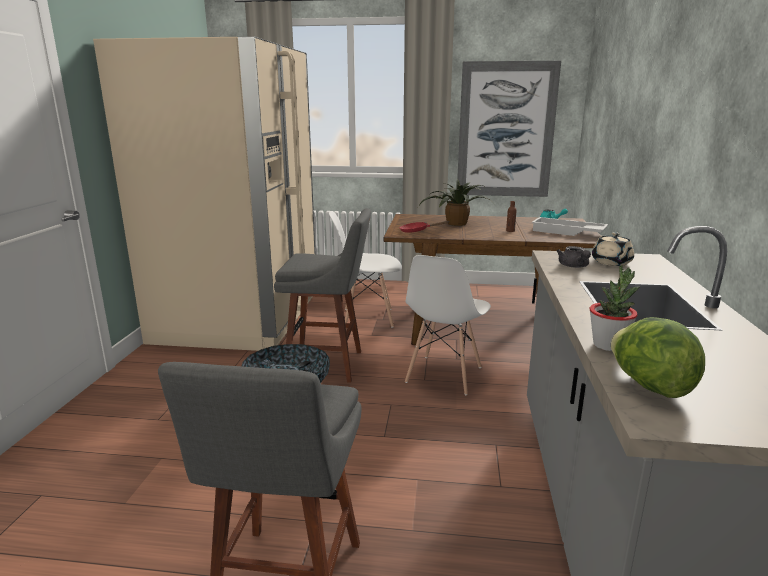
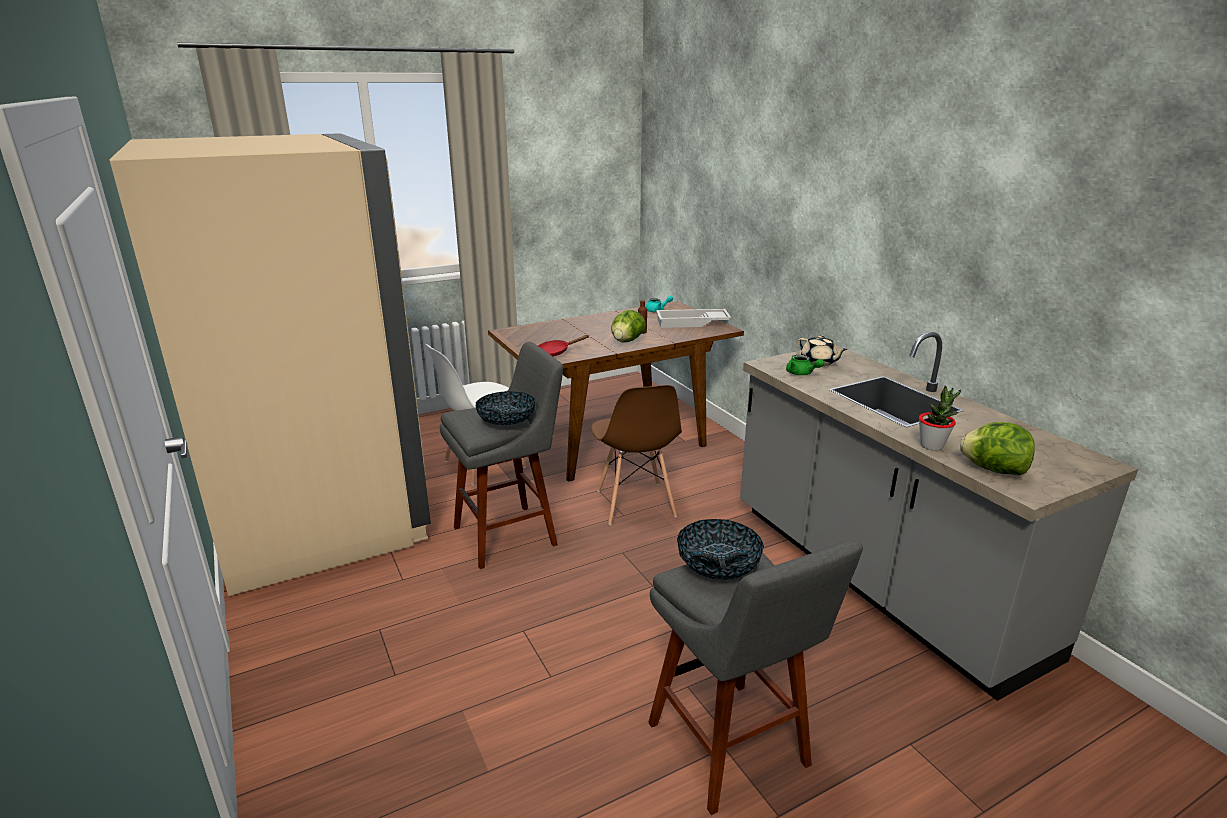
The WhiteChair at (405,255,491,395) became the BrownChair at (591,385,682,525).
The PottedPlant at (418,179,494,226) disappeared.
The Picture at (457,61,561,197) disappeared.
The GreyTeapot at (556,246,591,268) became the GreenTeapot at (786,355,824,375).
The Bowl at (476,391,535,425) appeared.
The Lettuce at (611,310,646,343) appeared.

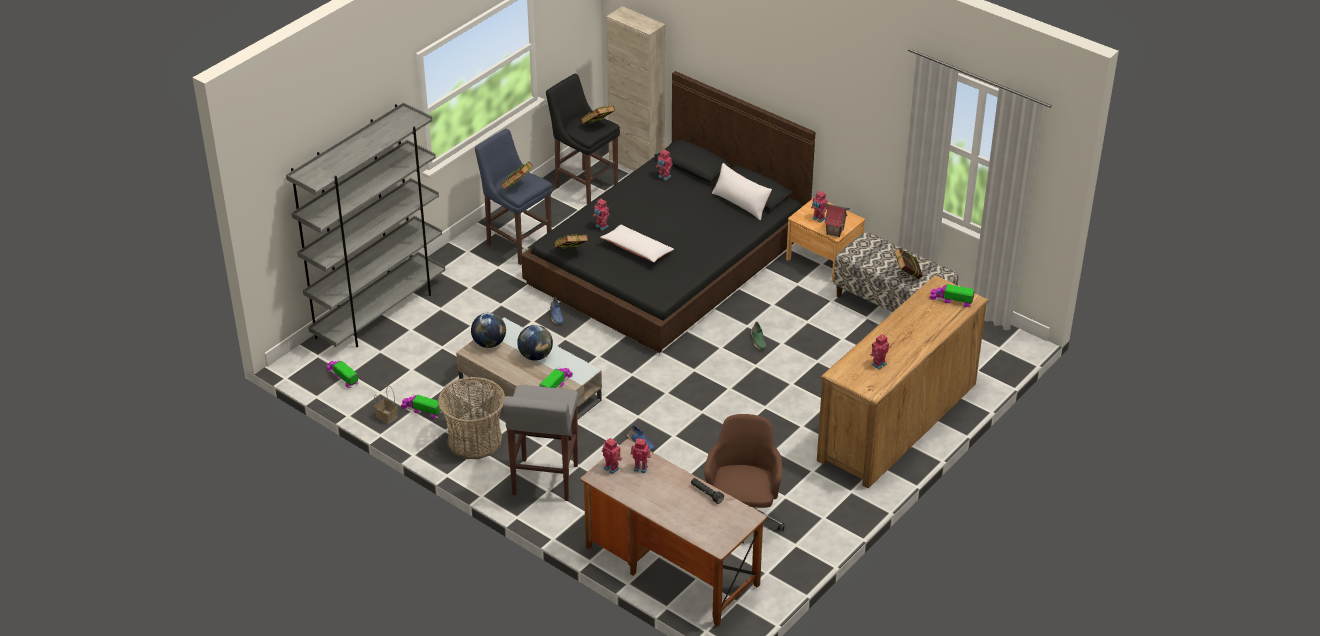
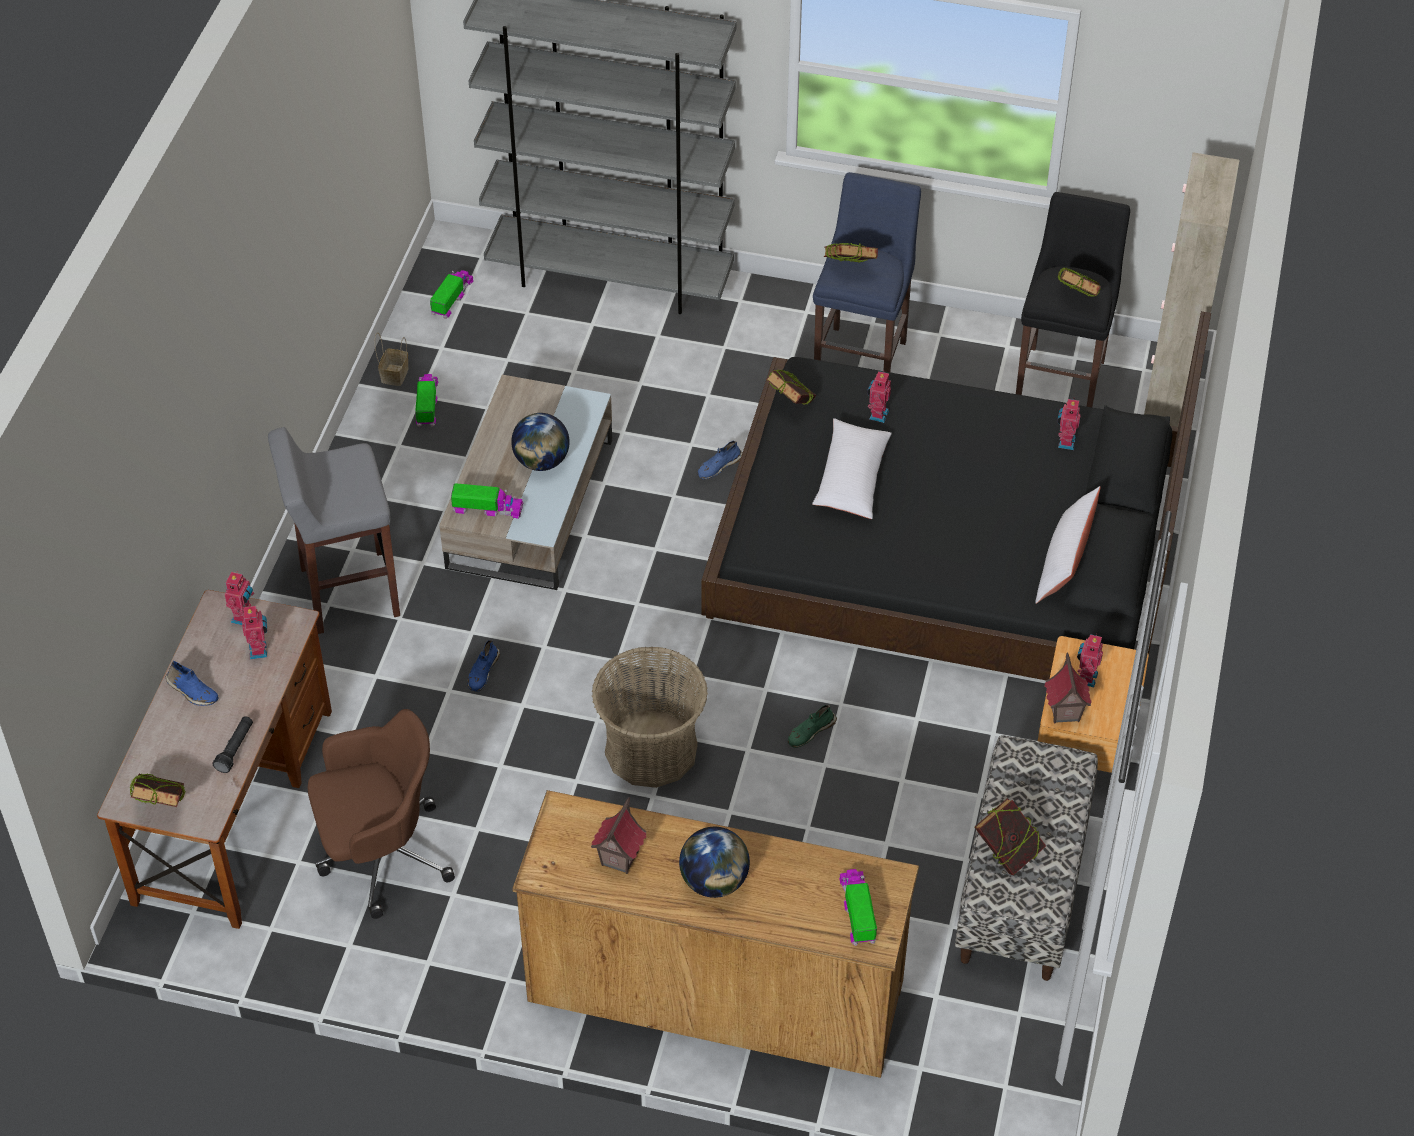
The Basket moved from (438,377,505,459) to (592,647,708,788).
The Globe moved from (471,313,506,348) to (679,827,750,898).
The ToyRobot at (870,334,889,370) was replaced by the ToyHouse at (591,797,647,874).
The Book at (130,773,185,807) appeared.
The BlueShoe at (165,660,219,706) appeared.

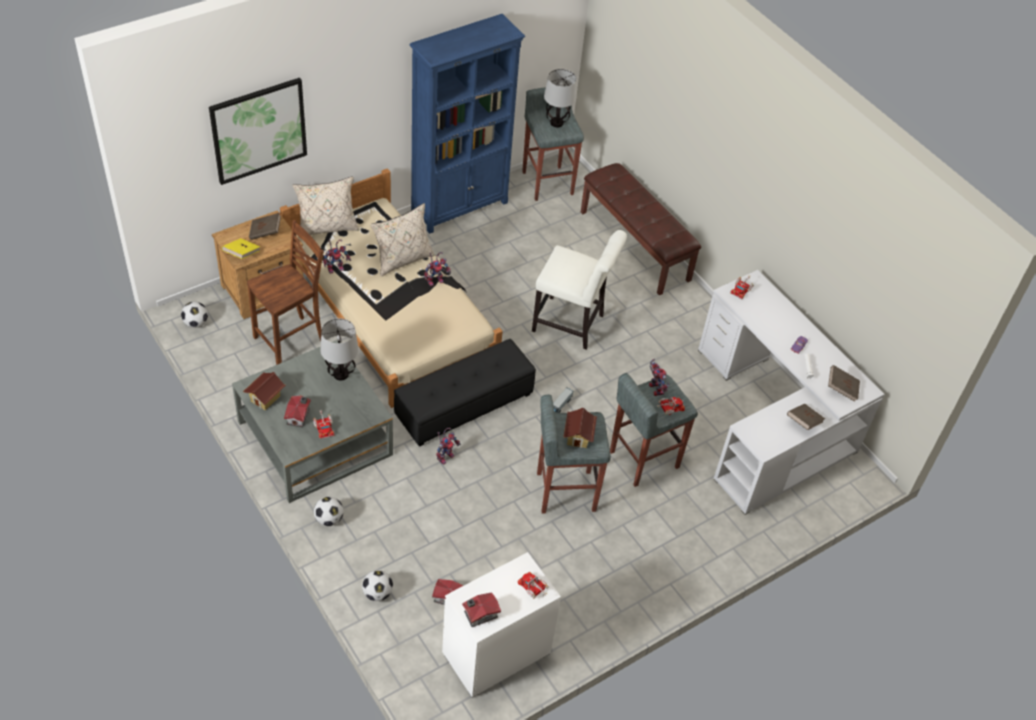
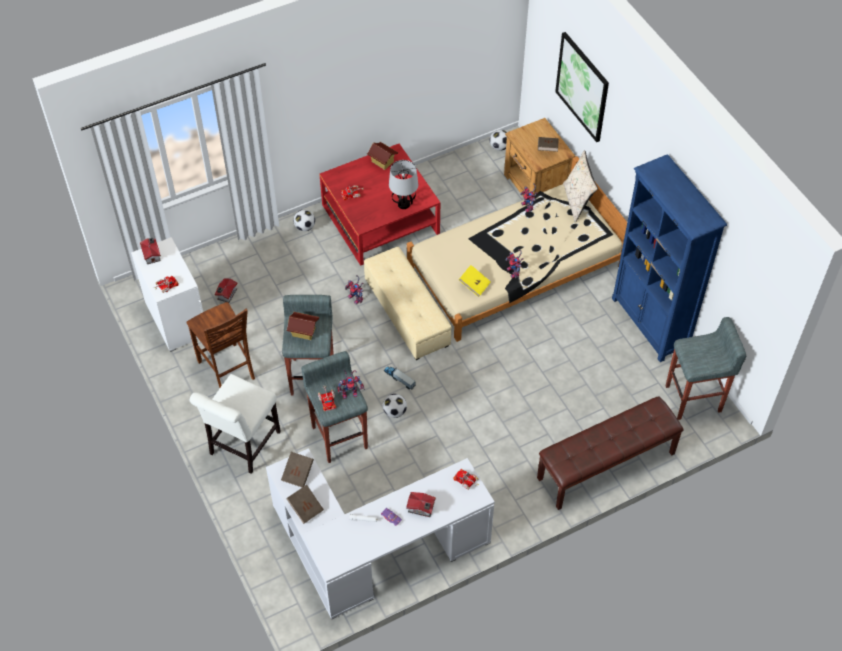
The YellowBook moved from (222,238,260,259) to (459,265,491,297).
The GreyCoffeeTable at (232,340,393,503) became the RedCoffeeTable at (319,144,441,266).
The BrownChair moved from (247,220,324,365) to (186,302,255,388).
The ToyHouse moved from (284,395,311,427) to (406,492,436,517).
The Football moved from (362,570,393,601) to (383,394,407,418).
The BeigePillow at (370,203,435,276) disappeared.
The BlackOttoman at (394,339,536,447) became the BeigeOttoman at (364,246,452,360).
The WhiteChair moved from (532,230,627,350) to (190,374,281,474).
The TableLamp at (544,69,576,127) disappeared.
The BrownBook moved from (828,365,860,402) to (281,452,314,487).

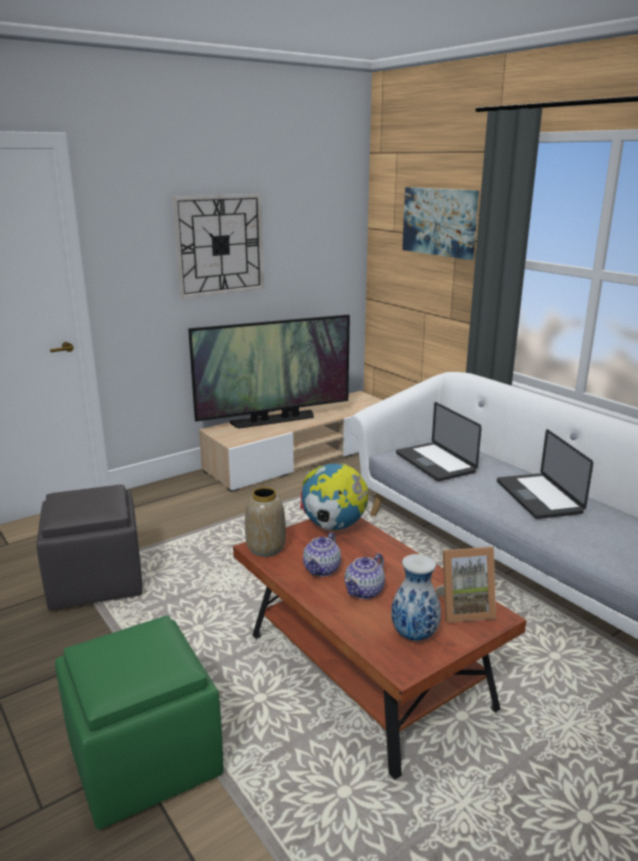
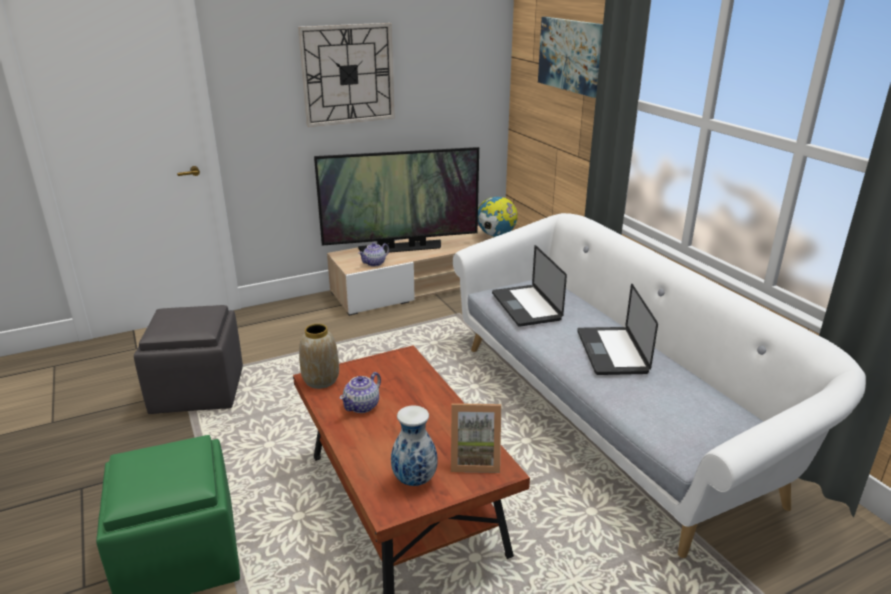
The Globe moved from (301,464,368,531) to (478,197,518,237).
The Teapot moved from (345,553,385,599) to (358,243,389,267).

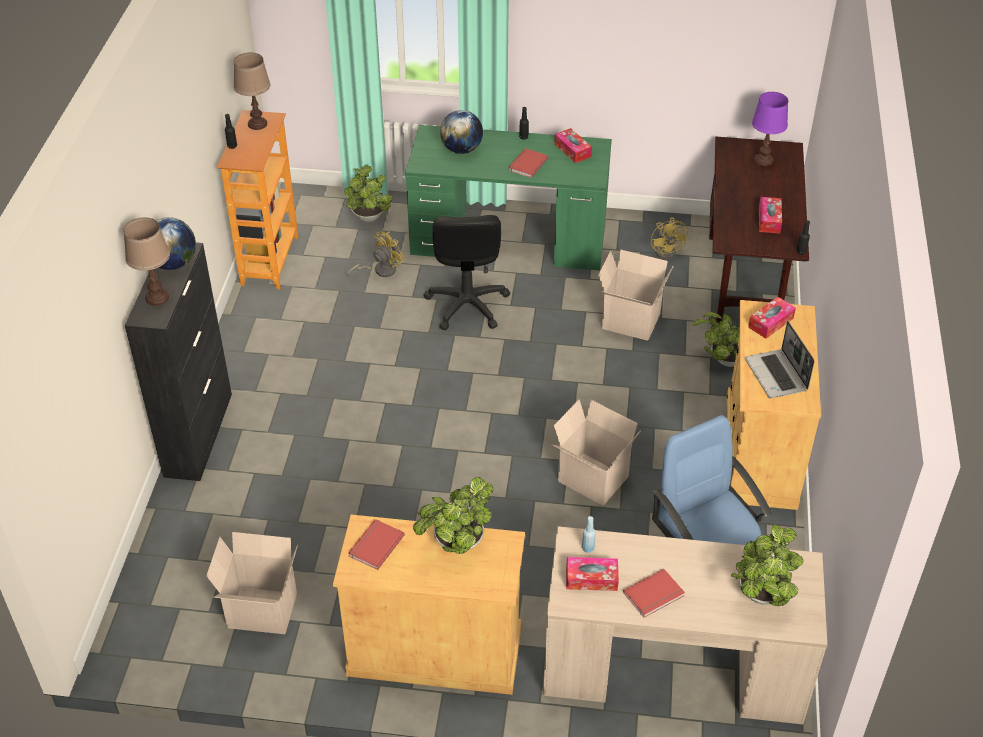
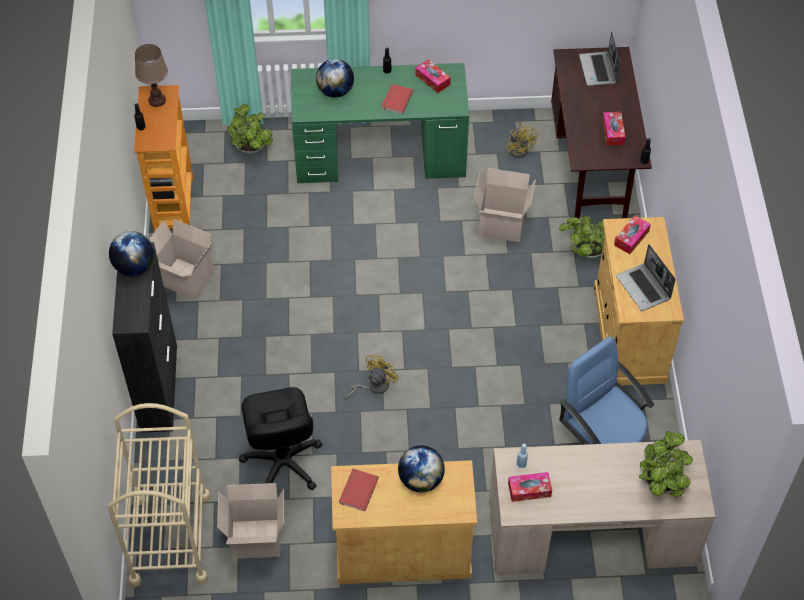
The BrownTableLamp at (123,217,170,306) disappeared.
The YellowFan moved from (347,231,405,277) to (344,355,399,399).
The PottedPlant at (413,477,494,554) was replaced by the Globe at (398,445,445,492).
The BlackOfficeChair moved from (424,215,510,331) to (239,387,322,490).
The CardboardBox moved from (553,399,641,506) to (149,219,214,300).
The RedBook at (623,569,685,618) disappeared.
The PurpleTableLamp at (752,92,788,166) was replaced by the Laptop at (579,31,620,86).
The BeigeCart at (107,403,211,587) appeared.

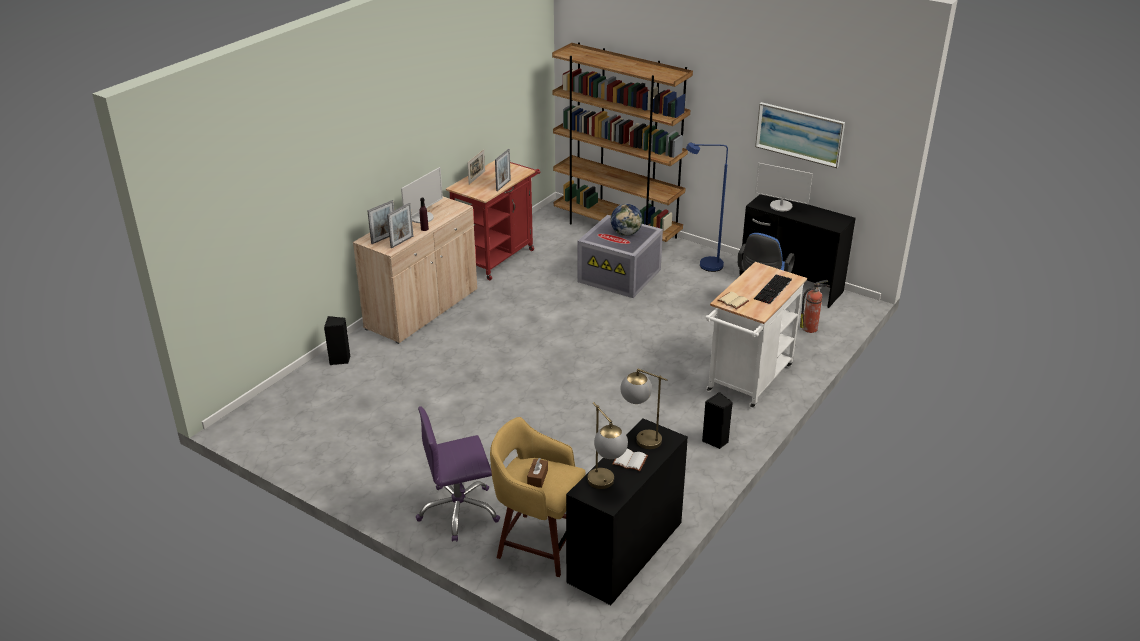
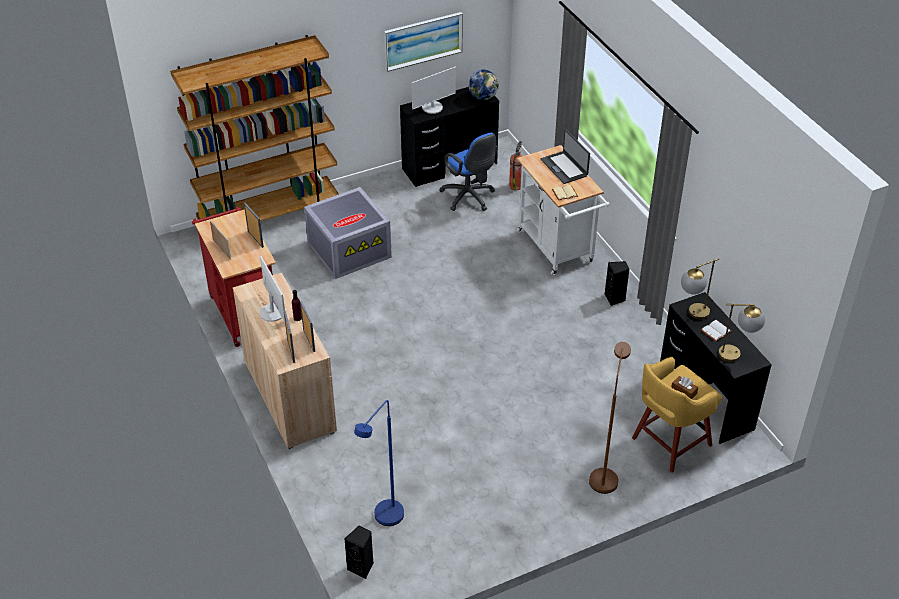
The BlackSpeaker moved from (324,316,350,365) to (344,526,373,579).
The PurpleOfficeChair at (416,406,500,541) was replaced by the BrownFloorLamp at (589,342,631,494).
The Globe moved from (611,204,642,236) to (468,70,499,100).
The BlueFloorLamp moved from (686,143,728,272) to (354,400,404,526).
The Keyboard at (754,275,792,304) was replaced by the Laptop at (541,129,590,184).

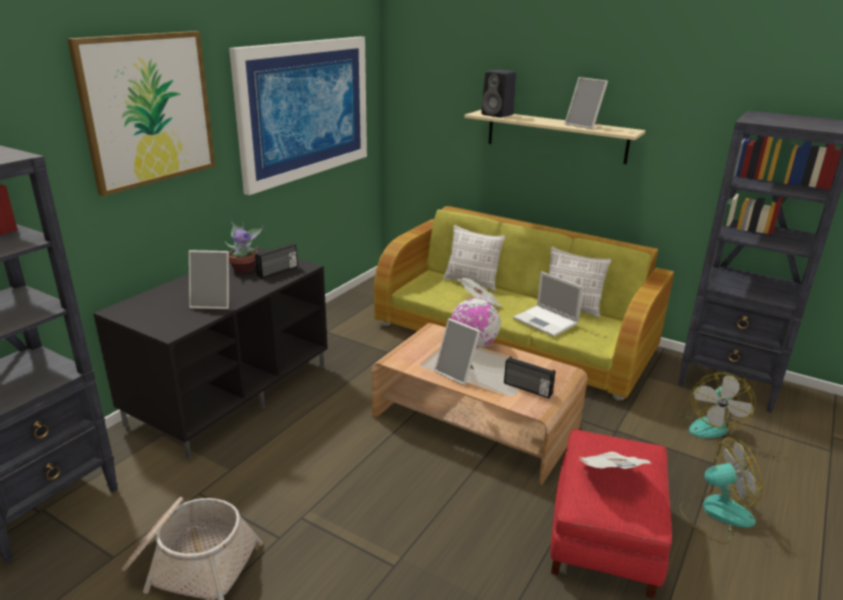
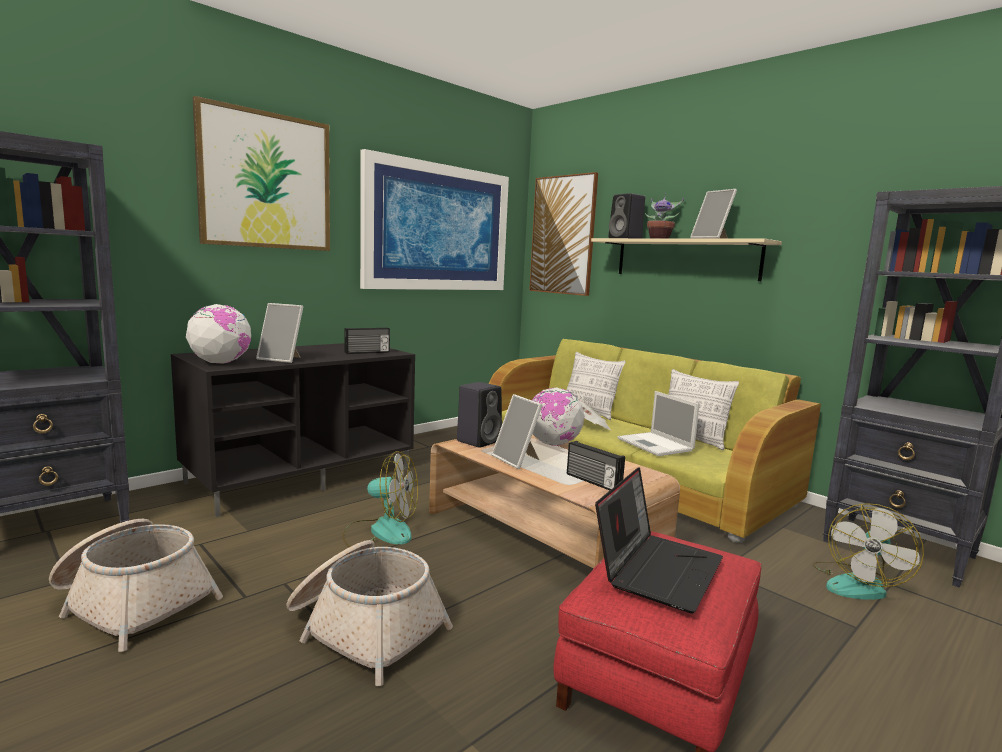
The PottedPlant moved from (225,221,264,273) to (645,193,684,238).
The Newspaper at (579,452,651,469) was replaced by the Laptop at (595,467,723,614).
The Fan moved from (679,437,763,544) to (342,451,418,547).
The Globe at (186,304,252,364) appeared.
The Basket at (286,540,453,686) appeared.
The BlackSpeaker at (457,382,502,448) appeared.
The Picture at (529,172,598,296) appeared.

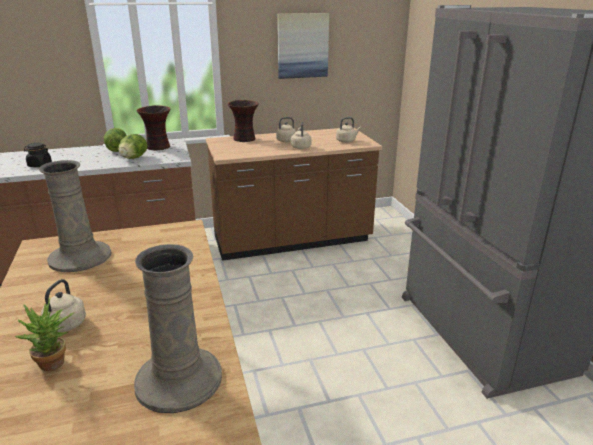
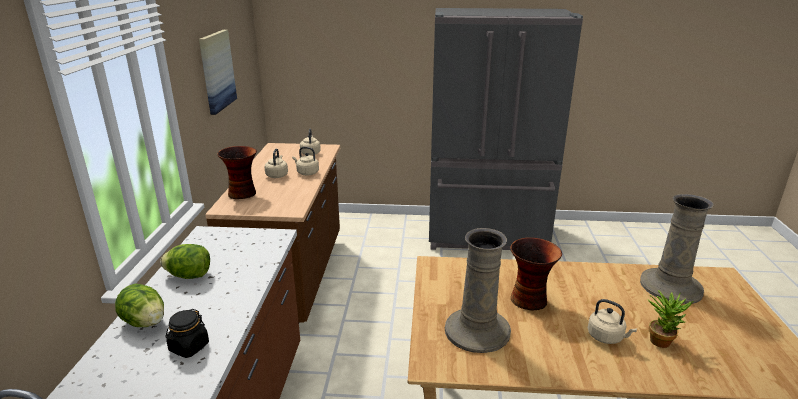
The Lettuce moved from (119,134,147,159) to (115,284,164,327).
The Vase moved from (137,105,170,150) to (510,238,562,310).

